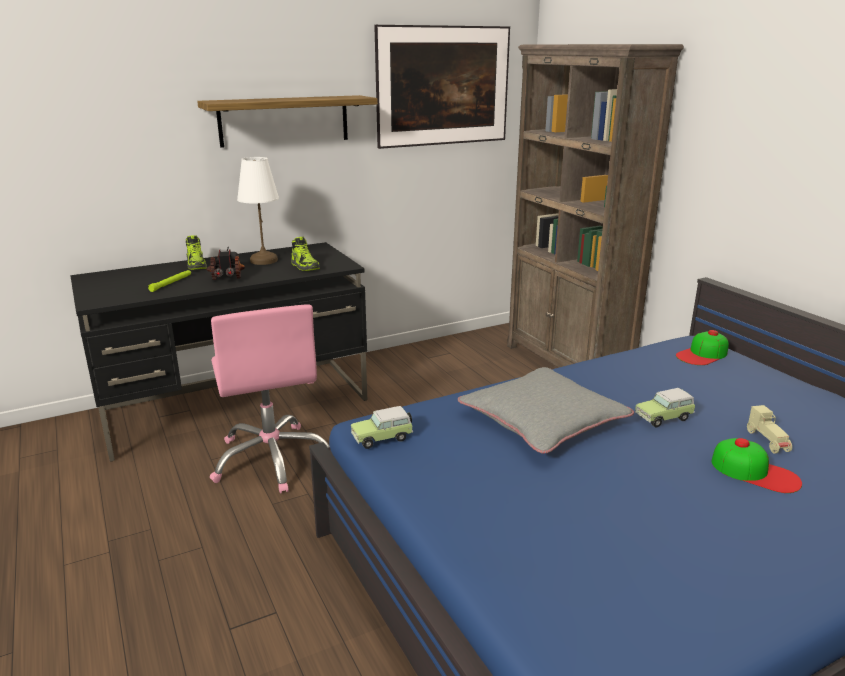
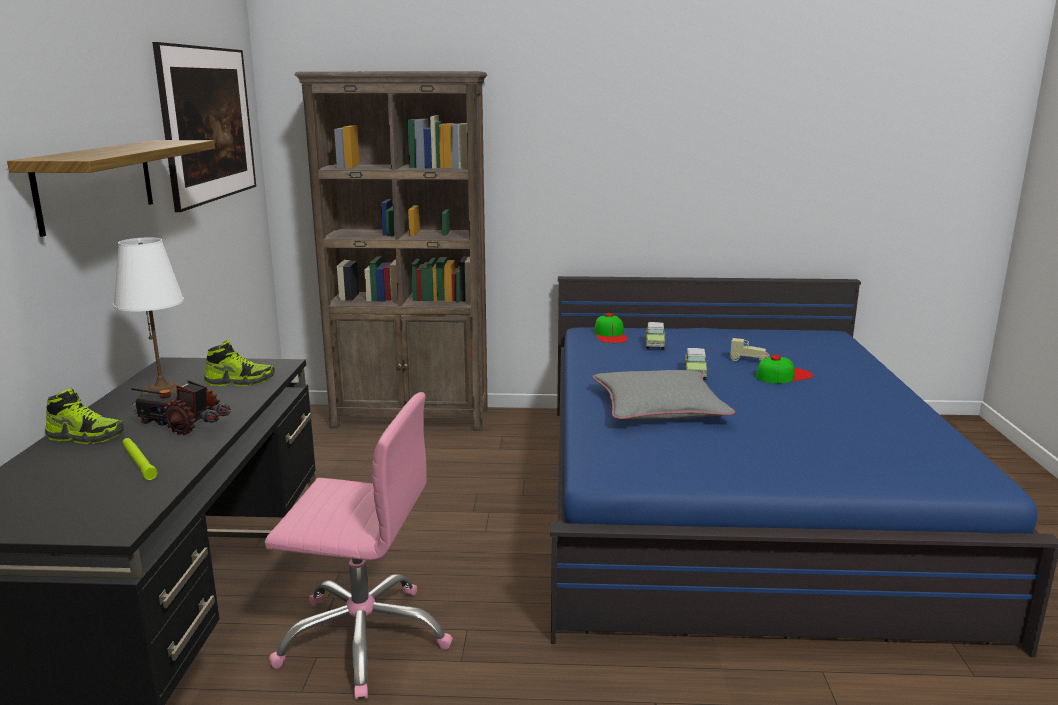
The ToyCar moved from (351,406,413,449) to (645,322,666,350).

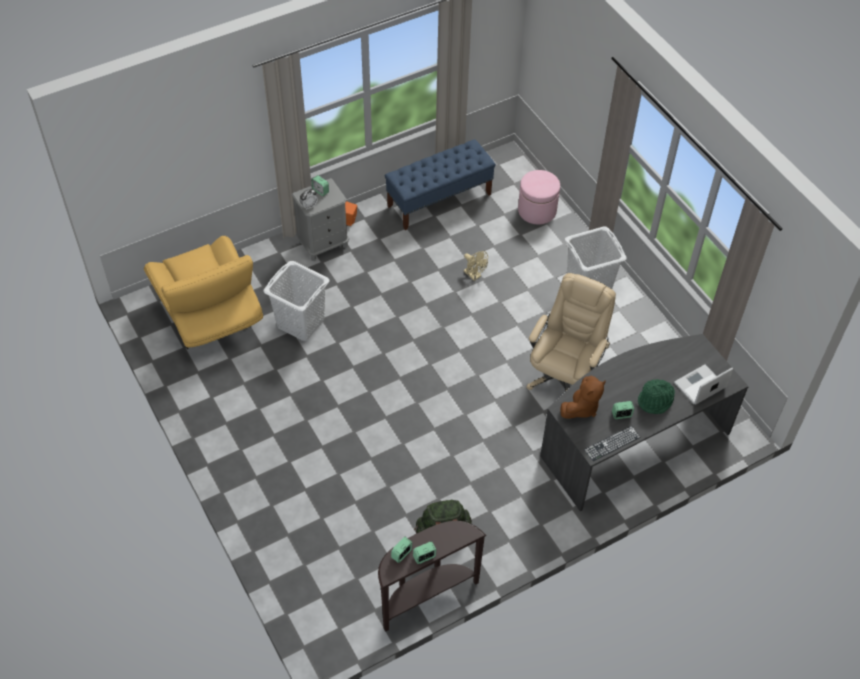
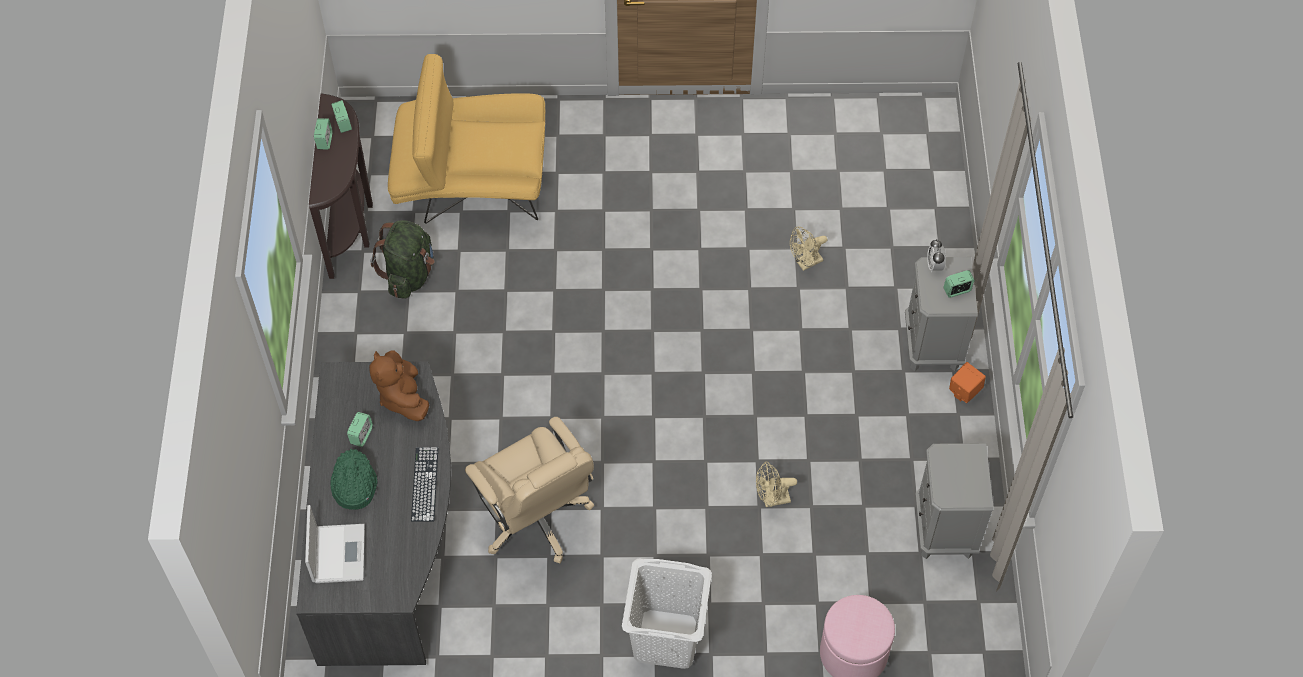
The YellowArmchair moved from (144,236,263,349) to (388,54,545,224).
The WhiteLaundryBasket at (263,261,329,341) was replaced by the BeigeFan at (790,226,827,271).
The BlueBench at (385,139,496,230) was replaced by the GreyNightstand at (915,443,994,559).
The Keyboard moved from (584,426,641,461) to (411,447,438,522).

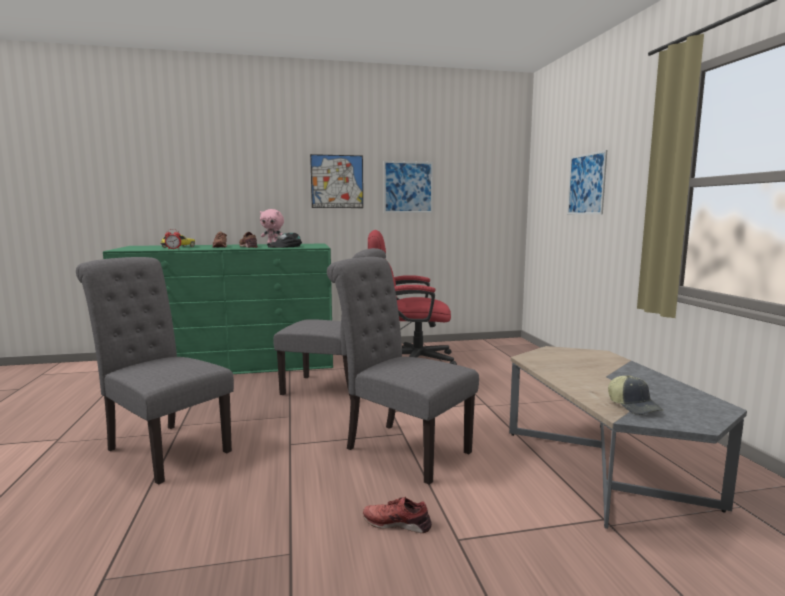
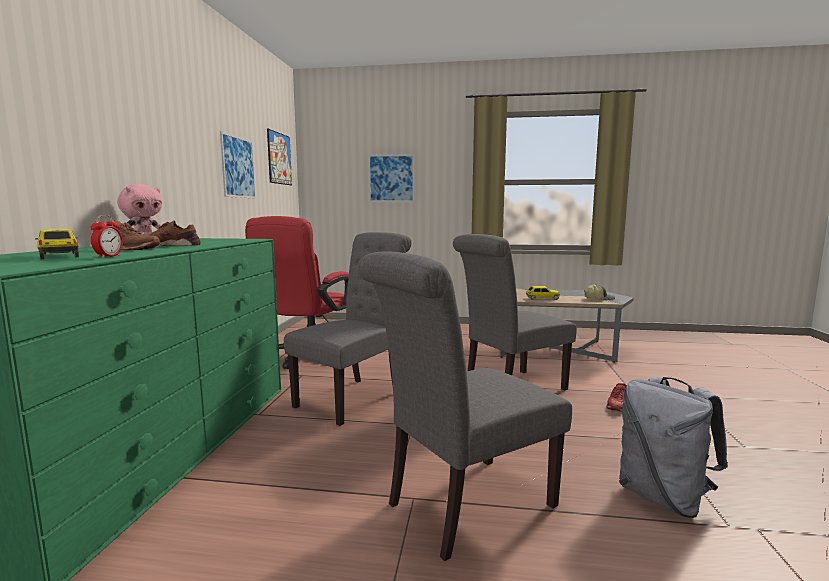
The BlackCap at (267,233,302,248) disappeared.
The Picture moved from (310,154,363,208) to (267,129,292,185).
The ToyCar at (526,286,560,300) appeared.
The GreyBackpack at (619,377,728,518) appeared.

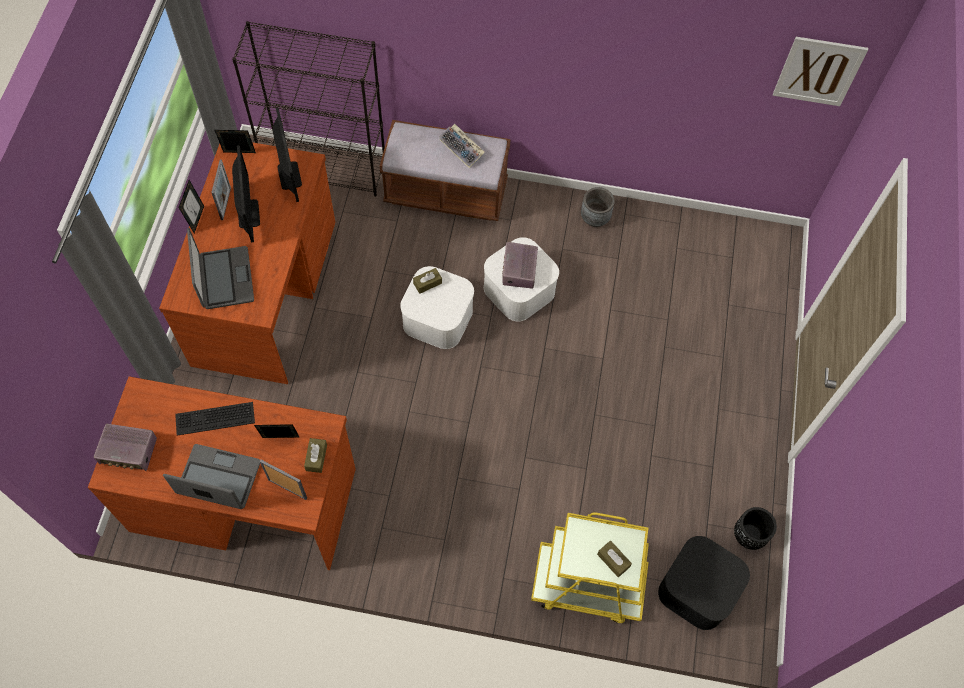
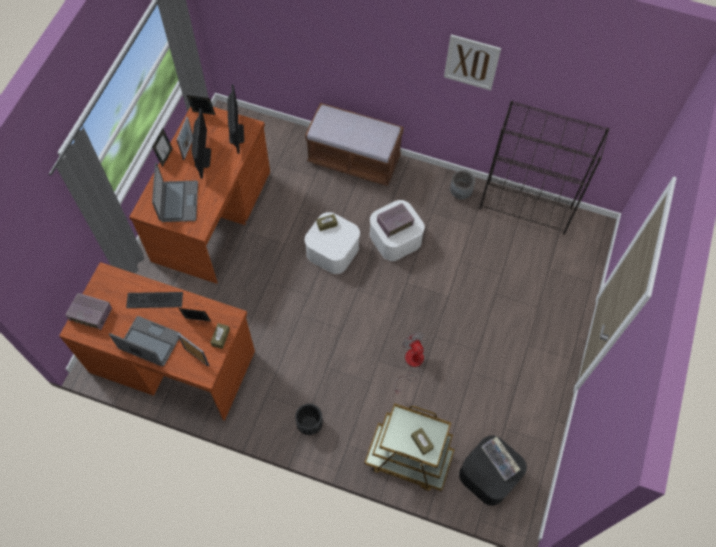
The BlackBookcase moved from (232,21,385,197) to (479,101,609,235).
The Keyboard moved from (439,124,485,168) to (482,437,521,481).
The Radio at (502,242,538,289) turned 135 degrees counterclockwise.
The YellowCart at (531,513,649,623) became the BrownCart at (364,403,455,491).
The BlackPlanter moved from (734,507,777,550) to (295,404,323,435).
The Picture moved from (773,37,868,106) to (444,34,501,91).
The Fan at (395,332,424,394) appeared.

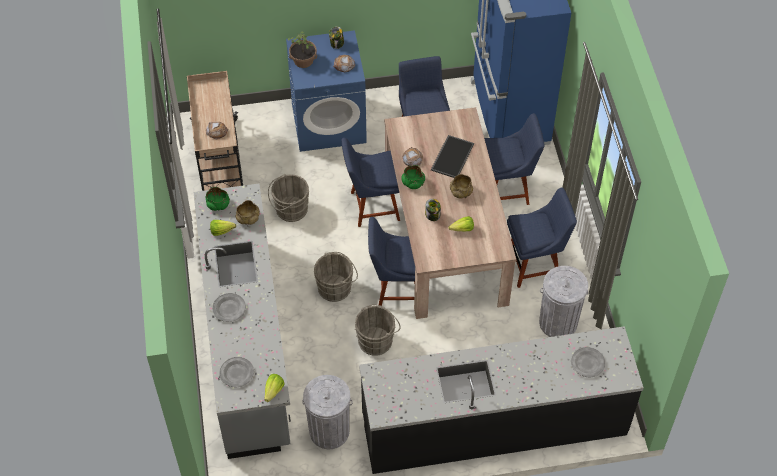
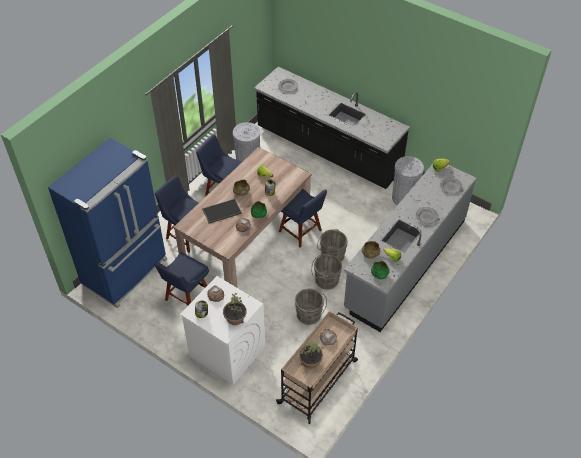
The BlueWashingMachine at (286,30,367,152) became the WhiteWashingMachine at (180,276,265,385).
The BlueChair at (342,138,400,227) disappeared.
The GreyBucket moved from (355,304,400,356) to (311,253,342,290).
The PottedPlant at (299,341,323,369) appeared.

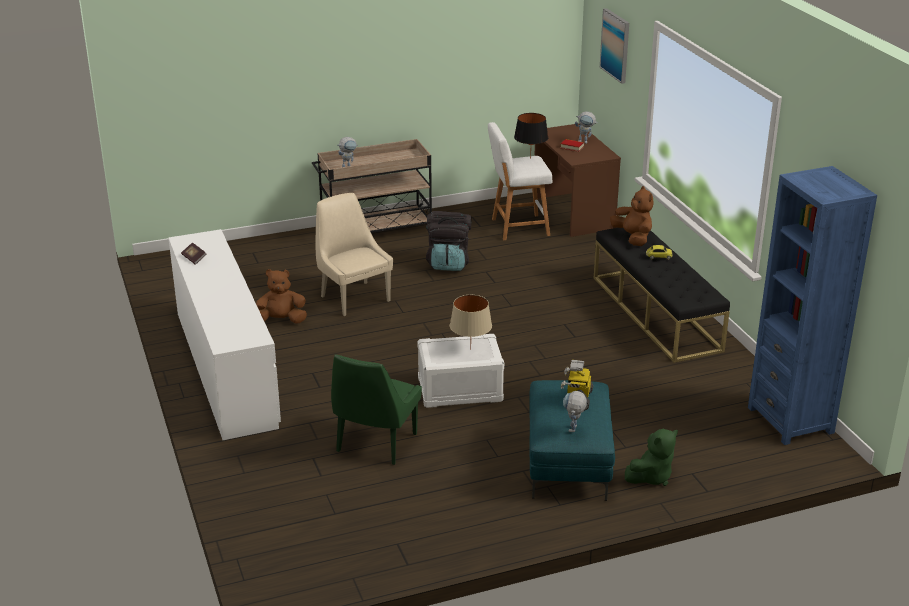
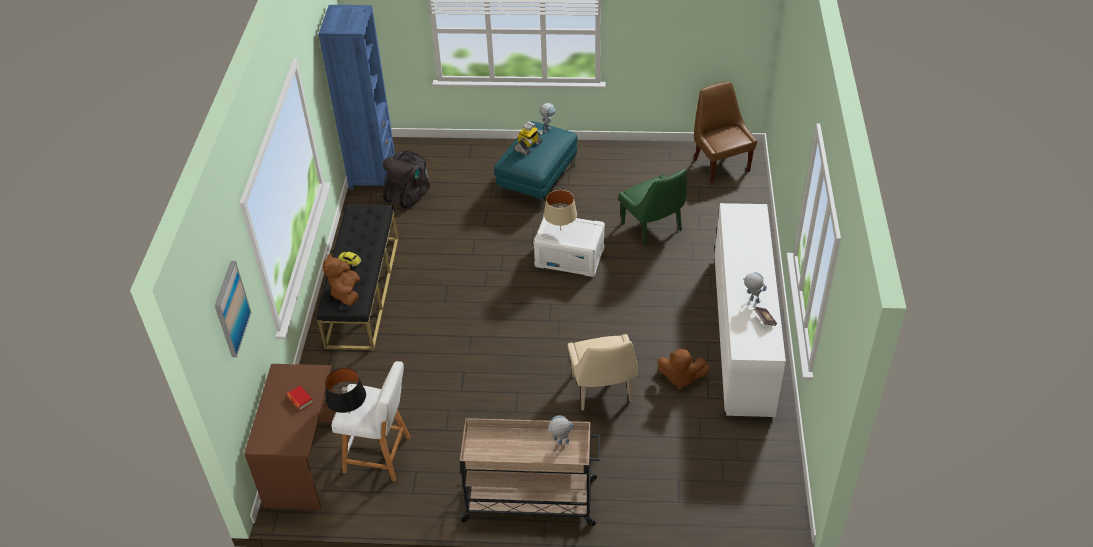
The GreenChair at (331,354,422,465) turned 105 degrees clockwise.
The BlackBackpack moved from (426,211,471,271) to (383,151,430,209).
The ToyRobot moved from (575,111,598,144) to (743,272,767,304).
The GreenPlushToy at (625,429,678,486) disappeared.
The BrownChair at (694,82,757,183) appeared.

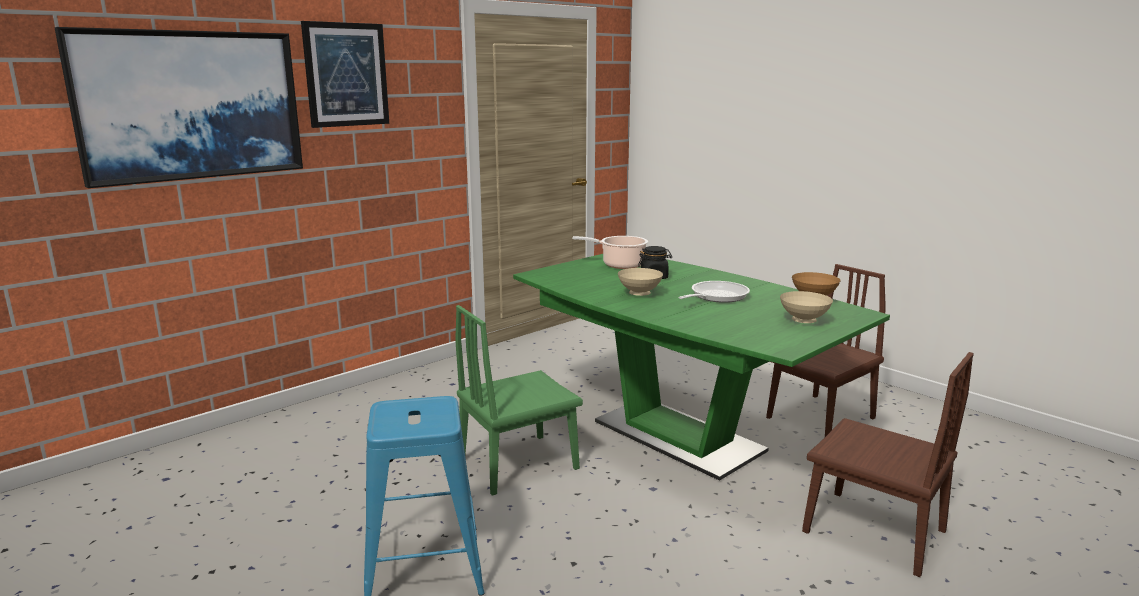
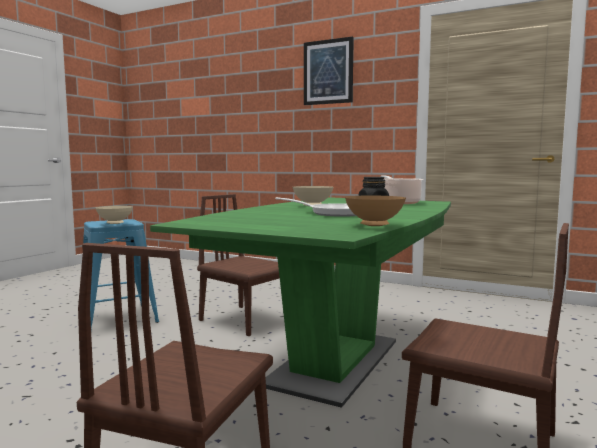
The Picture at (55,27,303,188) disappeared.
The GreenChair at (455,305,583,496) became the BrownChair at (197,194,280,336).
The BeigeBowl moved from (780,291,833,323) to (95,206,133,224).

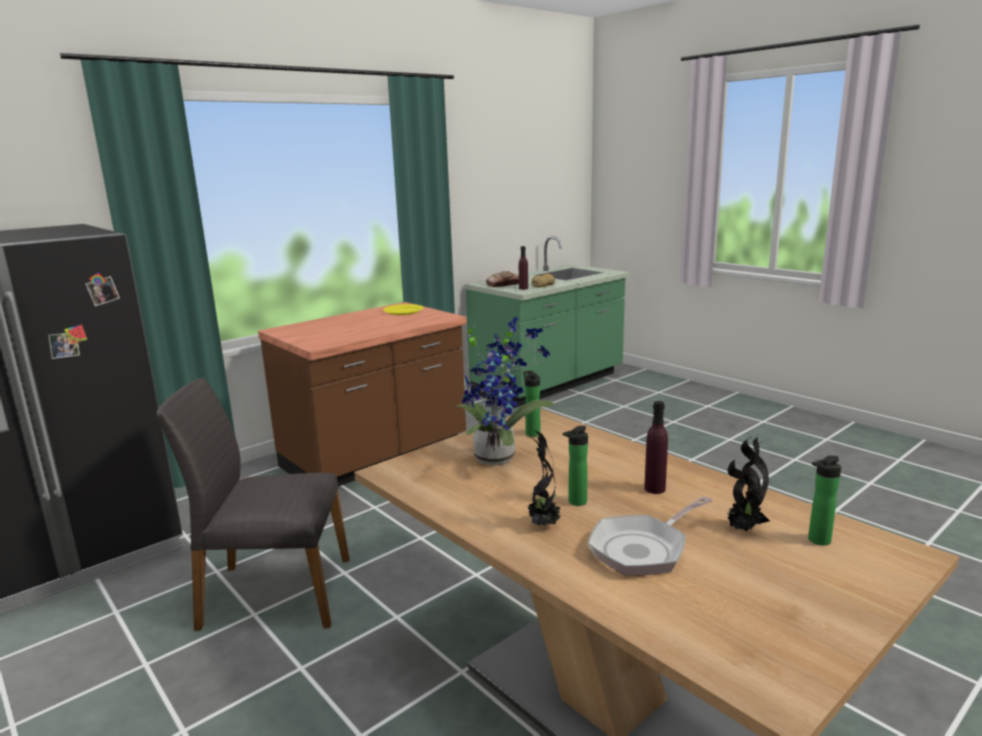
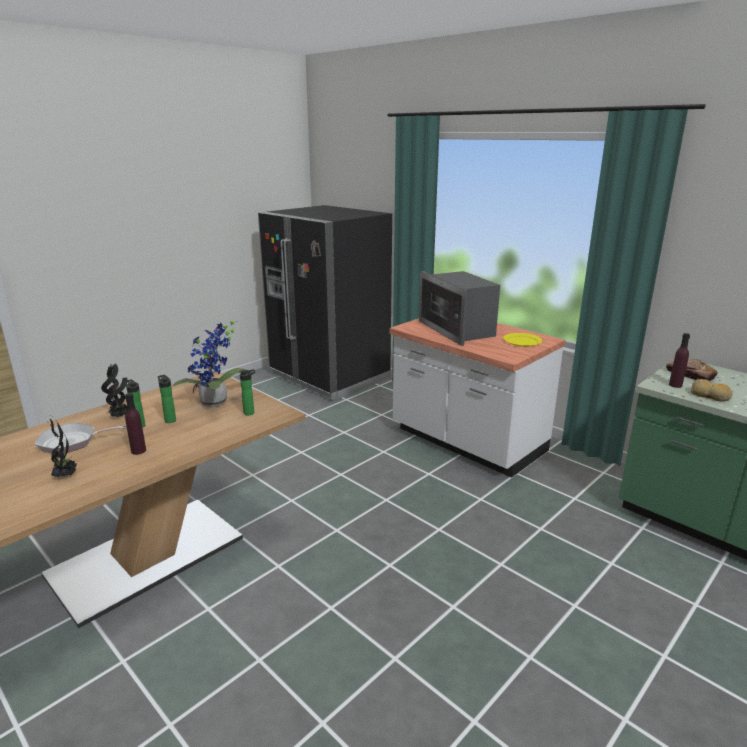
The GreyChair at (156,378,350,631) disappeared.
The BrownCounter at (258,302,466,487) became the WhiteCounter at (390,318,565,478).
The FryingPan at (588,496,712,576) turned 60 degrees counterclockwise.
The Bottle moved from (808,456,841,546) to (158,375,176,423).
The Microwave at (419,271,500,346) appeared.

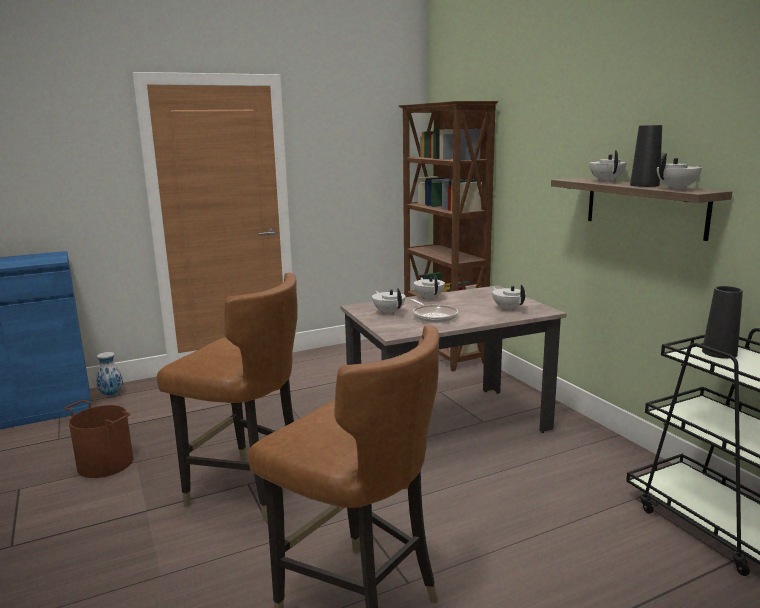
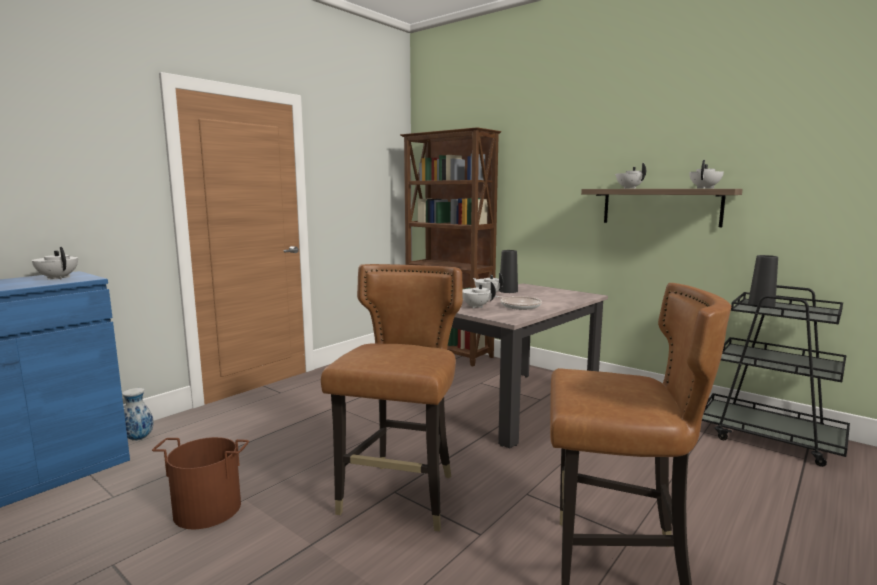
The BrownChair at (157,273,297,522) turned 75 degrees counterclockwise.
The WhiteTeapot moved from (492,285,526,311) to (32,247,78,280).
The BlackVase moved from (630,125,662,187) to (499,250,518,293).

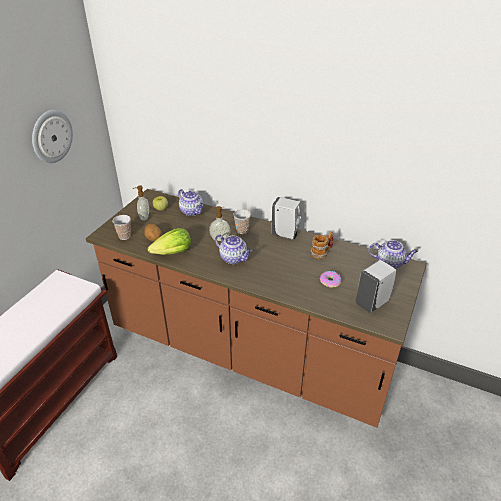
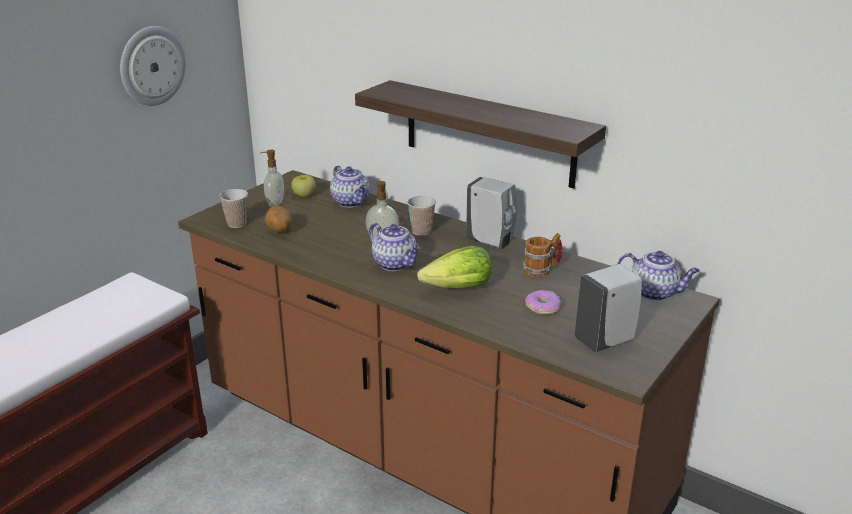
The Lettuce moved from (148,228,191,255) to (417,246,492,289).
The Shelf at (355,80,606,189) appeared.

